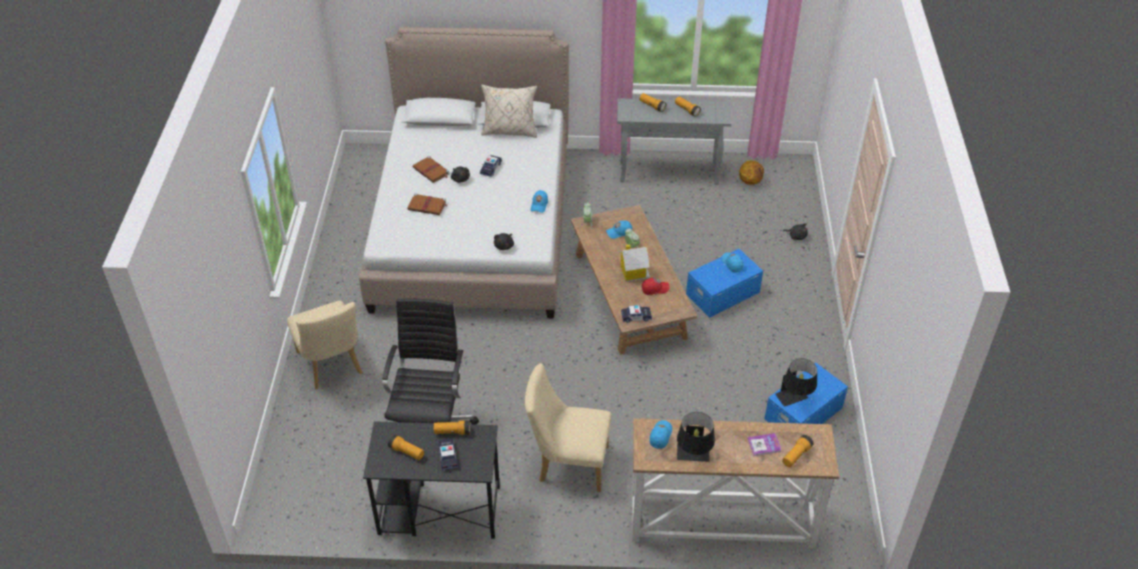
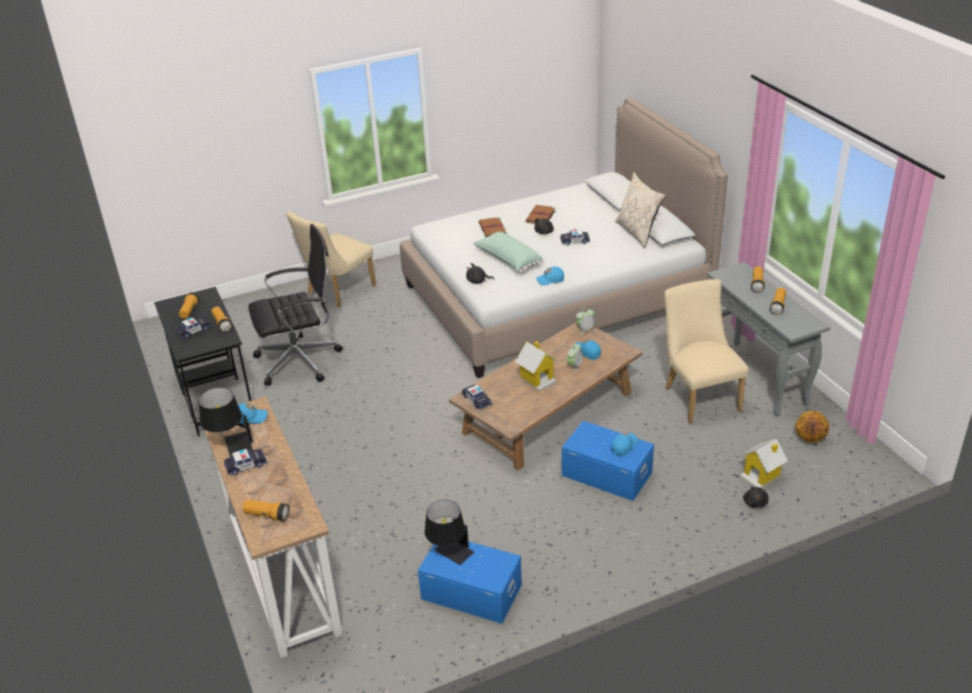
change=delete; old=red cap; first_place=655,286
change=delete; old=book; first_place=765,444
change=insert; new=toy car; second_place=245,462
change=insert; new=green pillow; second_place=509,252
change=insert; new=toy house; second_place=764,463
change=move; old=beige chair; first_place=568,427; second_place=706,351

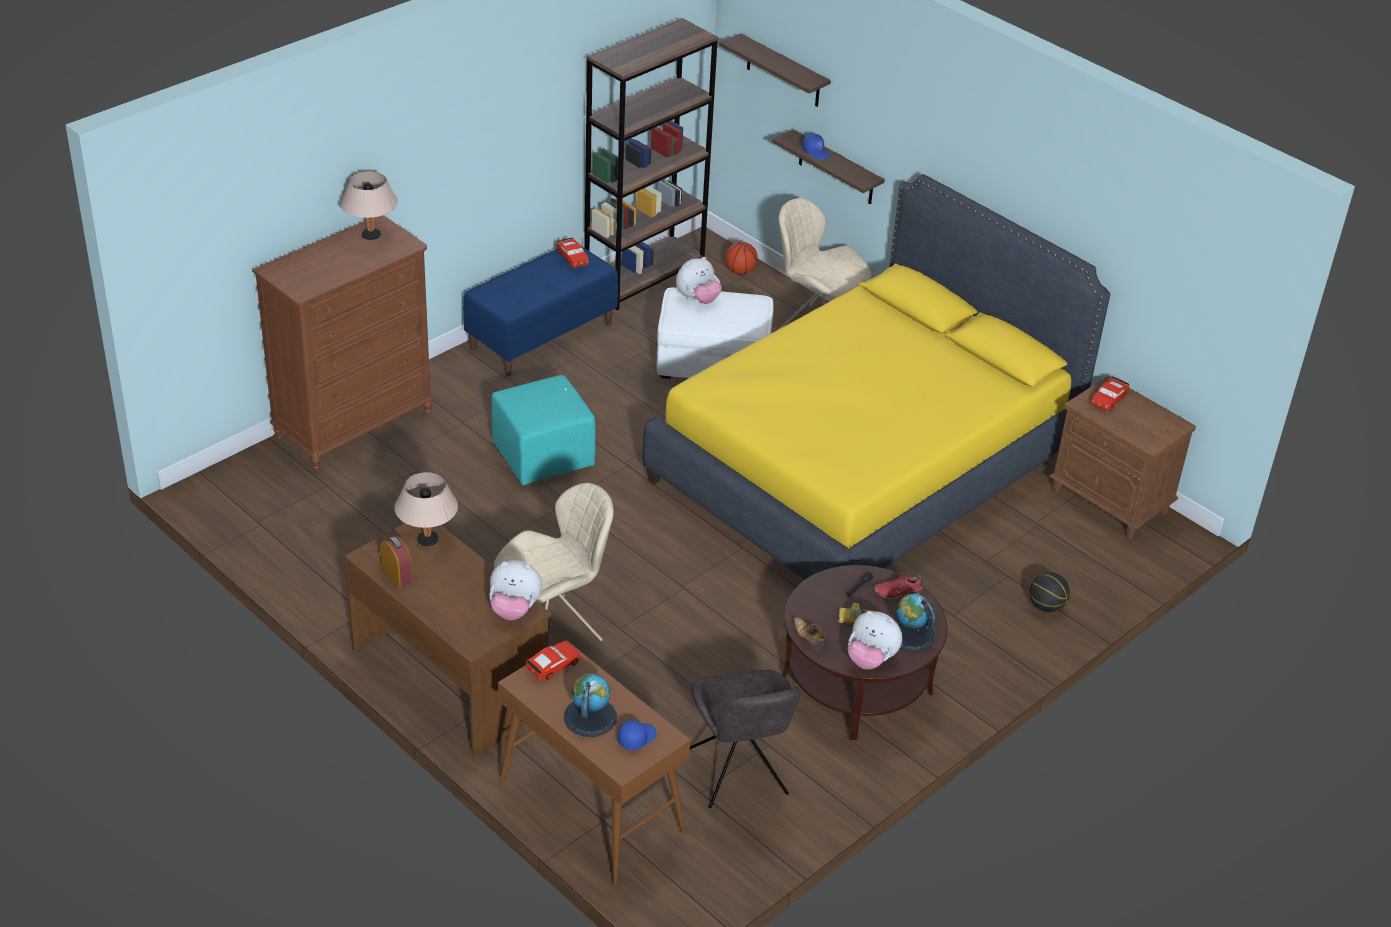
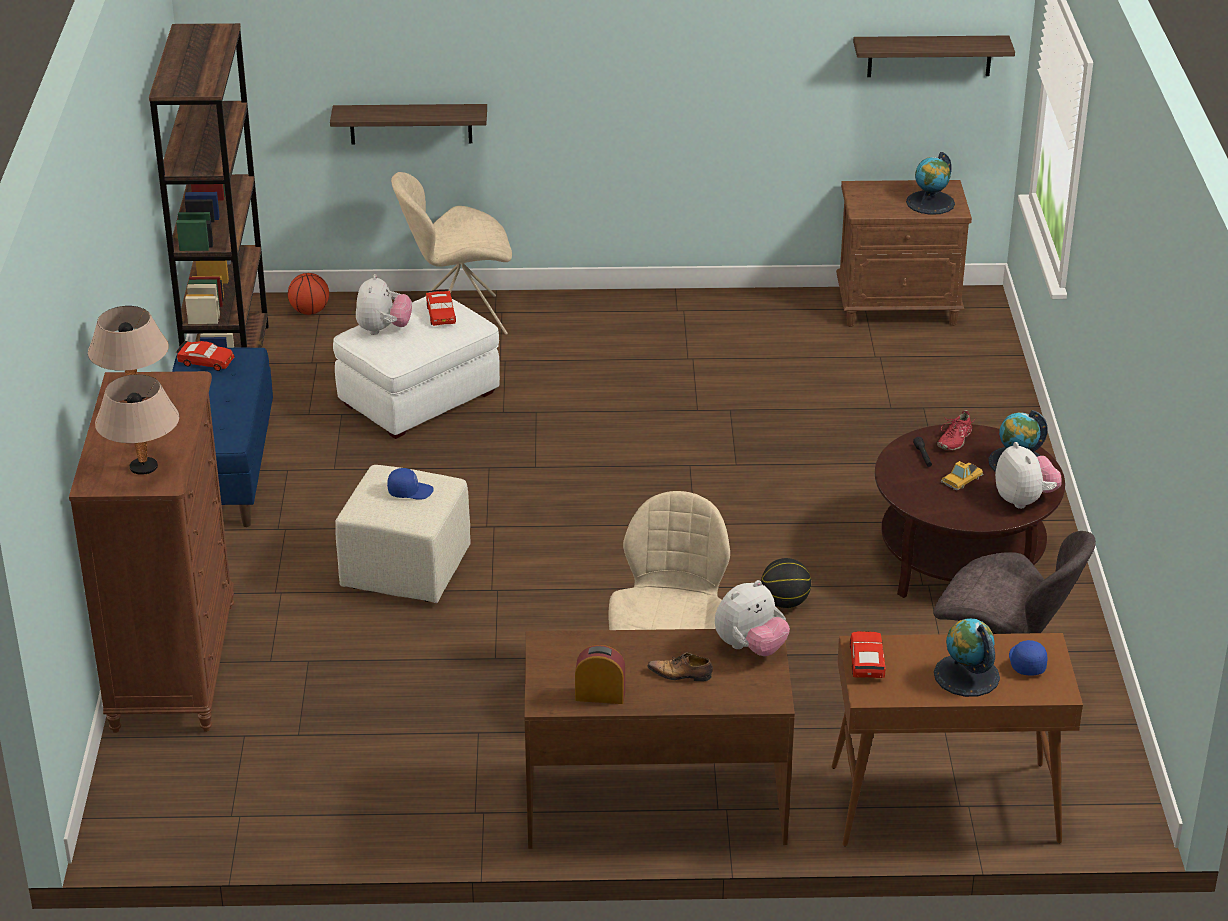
change=delete; old=yellow bed; first_place=876,377
change=insert; new=globe; second_place=930,183
change=move; old=beige table lamp; first_place=426,509; second_place=137,424
change=move; old=shelf; first_place=775,70; second_place=934,56
change=move; old=shoe; first_place=809,634; second_place=680,667
change=move; old=blue cap; first_place=816,147; second_place=410,484
change=move; old=basketball; first_place=1049,592; second_place=786,583
change=move; old=red toy car; first_place=1110,394; second_place=441,307
change=recolor; old=turquoise ottoman; new=beige ottoman; first_place=543,430; second_place=403,534
change=rotate; old=plush toy; first_place=875,640; second_place=1028,475; degrees=-90

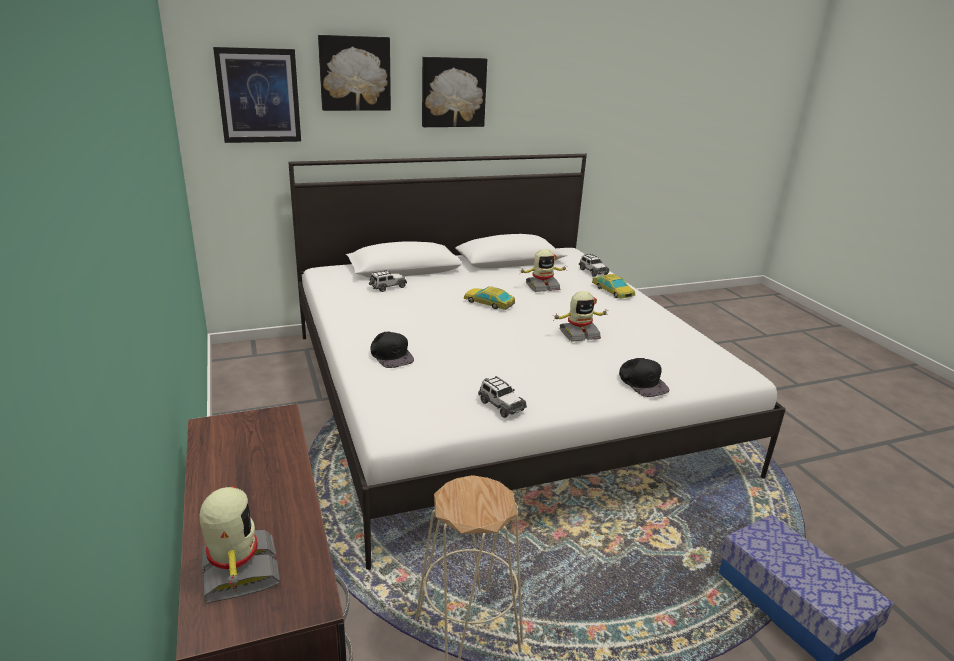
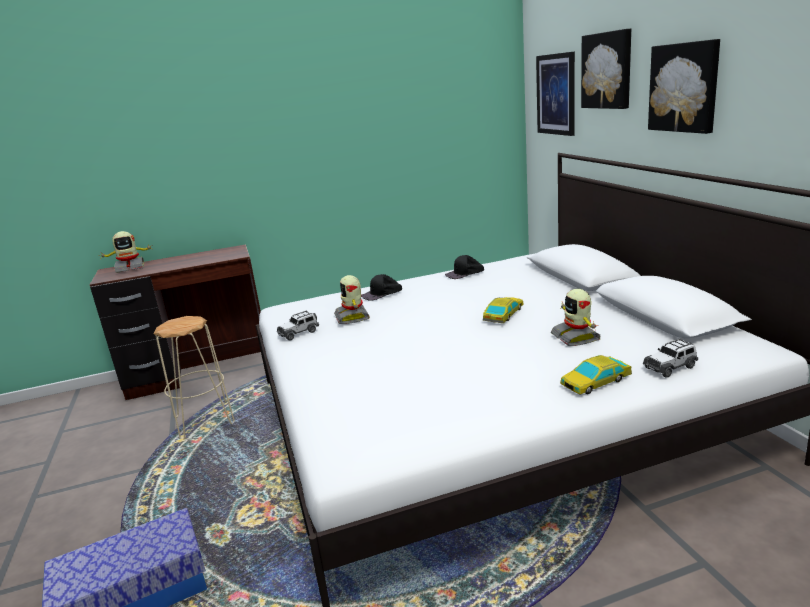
change=delete; old=toy car; first_place=388,281
change=move; old=toy robot; first_place=581,316; second_place=352,299
change=move; old=black cap; first_place=644,377; second_place=464,267

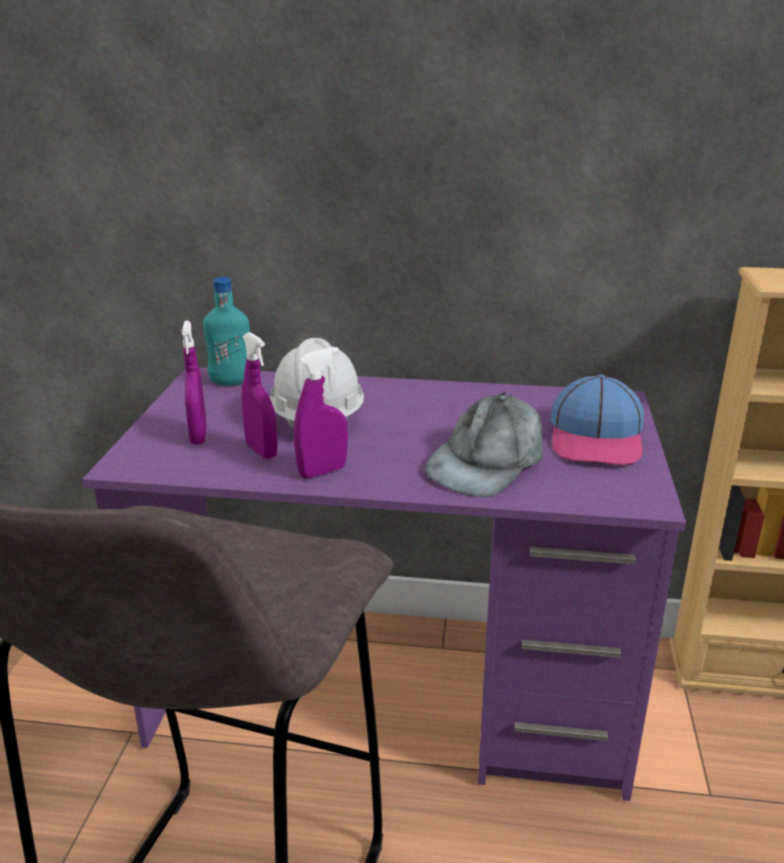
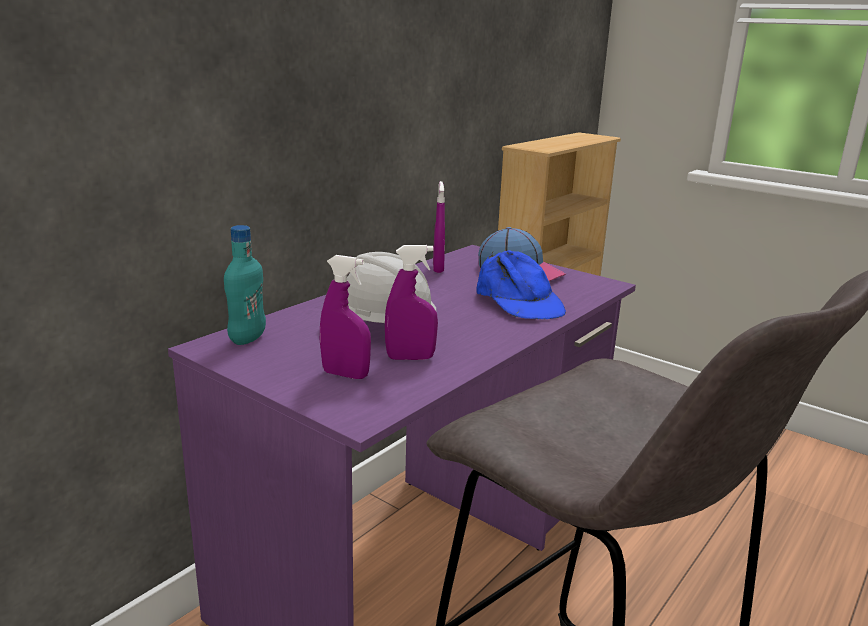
change=move; old=purple spray bottle; first_place=321,412; second_place=439,227
change=recolor; old=grey cap; new=blue cap; first_place=484,444; second_place=521,284

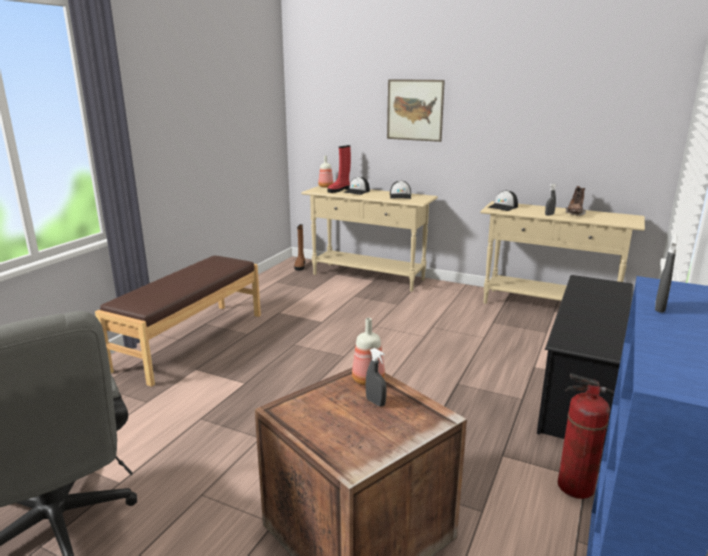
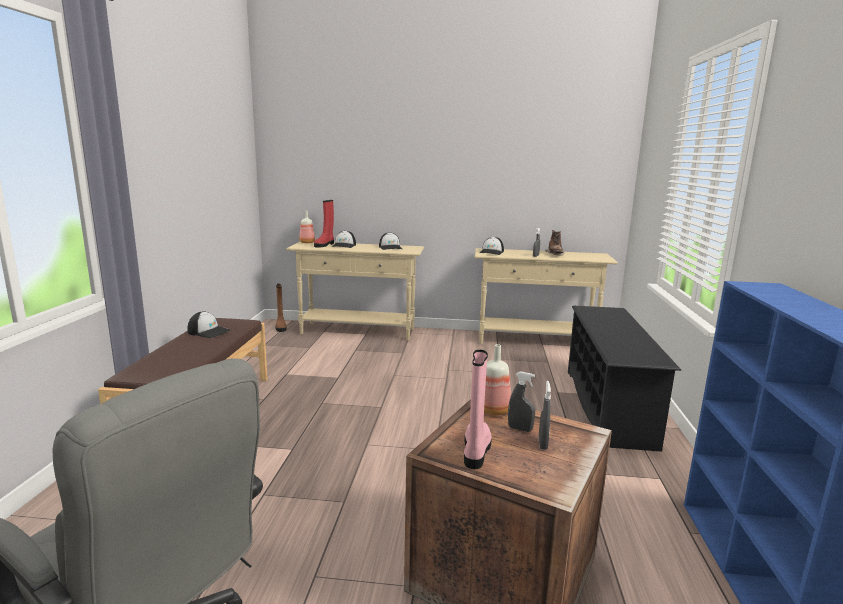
change=delete; old=picture; first_place=416,110
change=delete; old=fire extinguisher; first_place=586,436
change=insert; new=cap; second_place=208,324
change=insert; new=pink boot; second_place=478,409
change=move; old=grey spray bottle; first_place=666,273; second_place=545,415

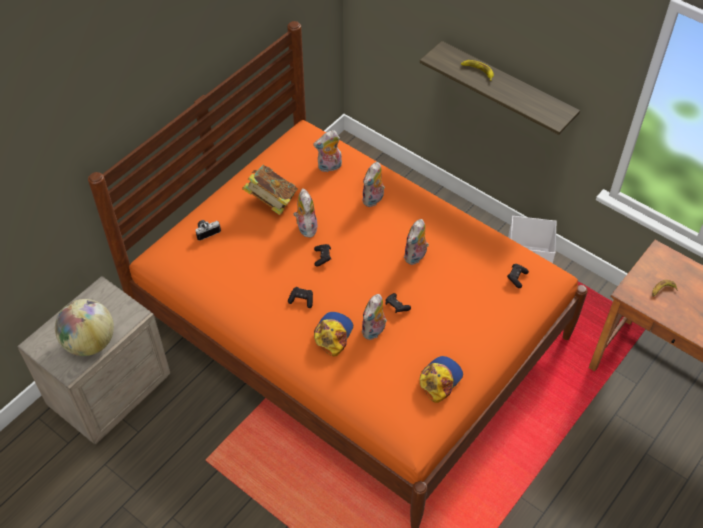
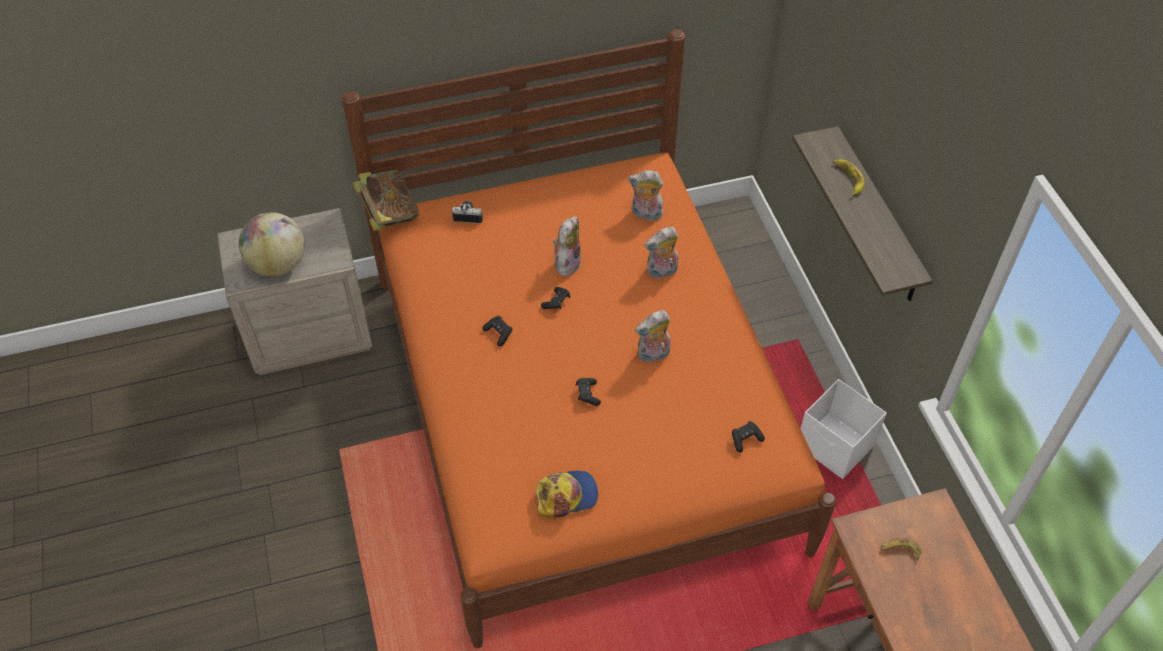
change=delete; old=cap; first_place=333,334
change=delete; old=plush toy; first_place=374,317
change=move; old=book; first_place=270,190; second_place=385,200

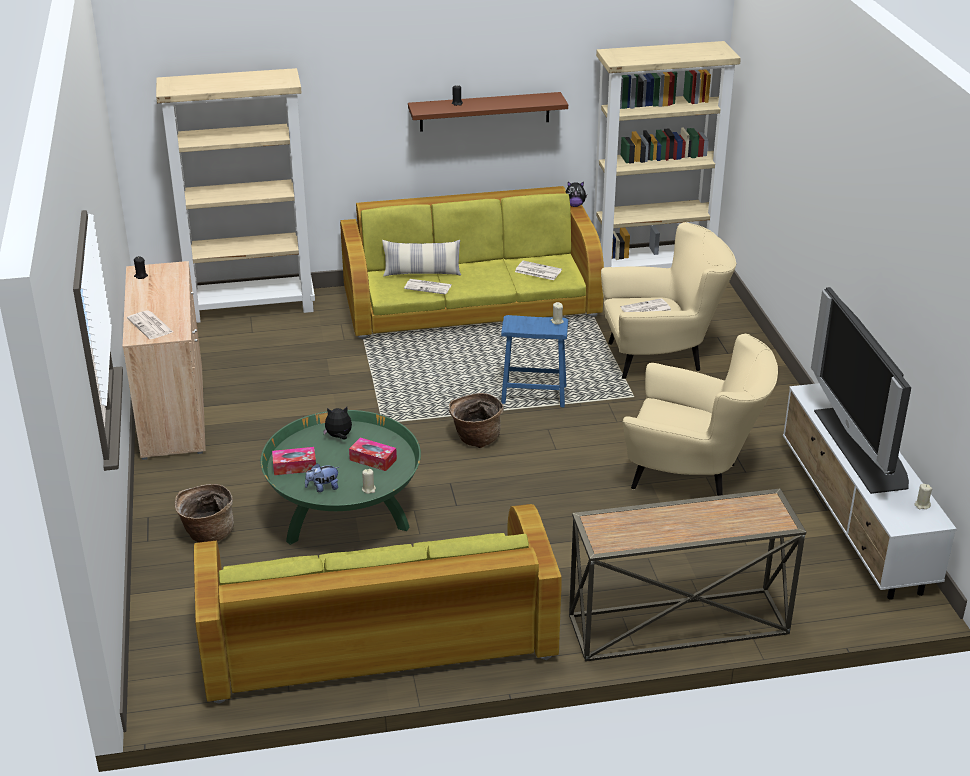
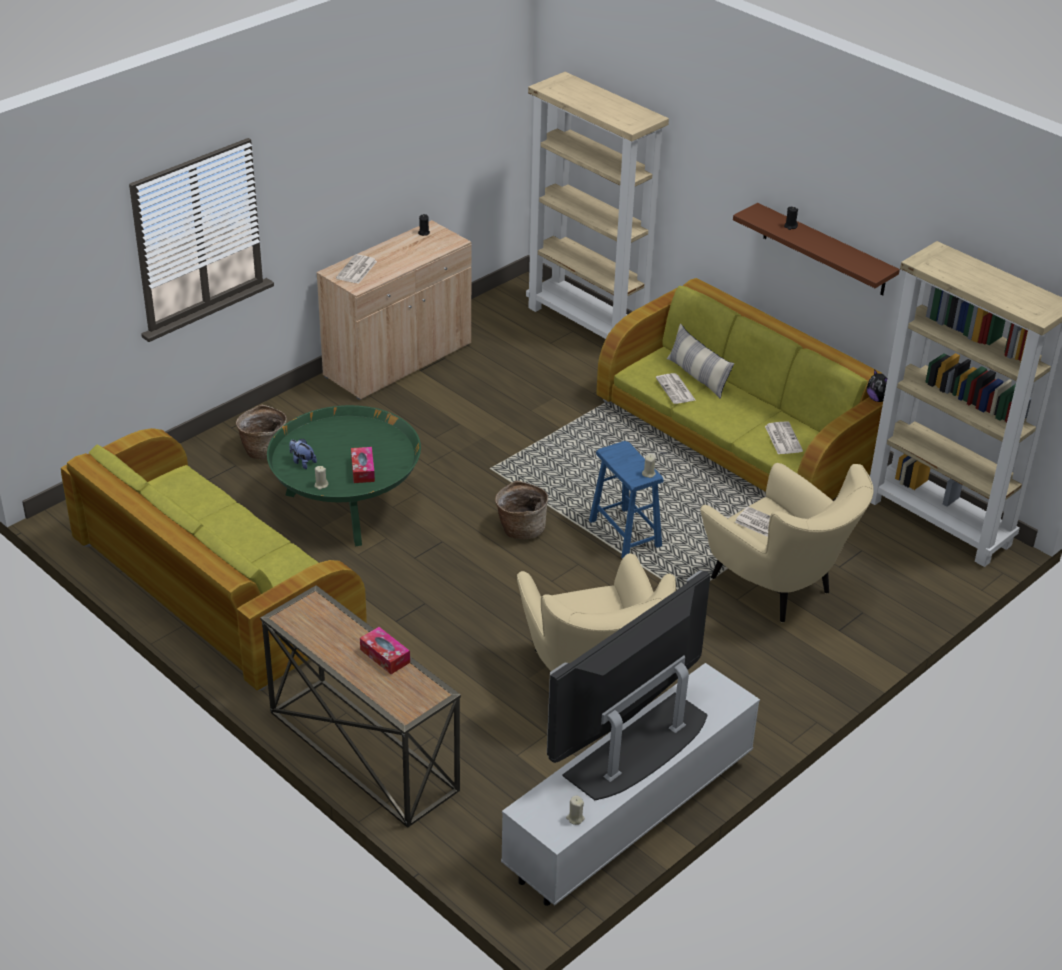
change=delete; old=plush toy; first_place=337,423
change=move; old=tissue box; first_place=294,461; second_place=385,650

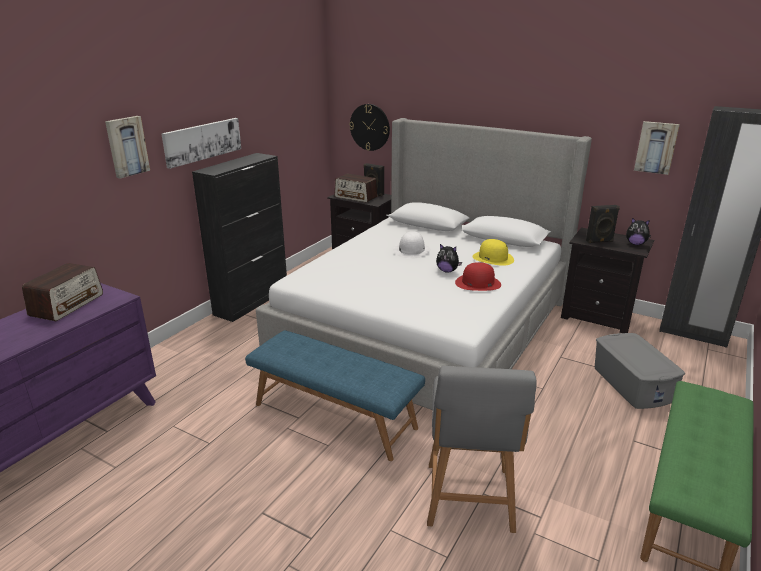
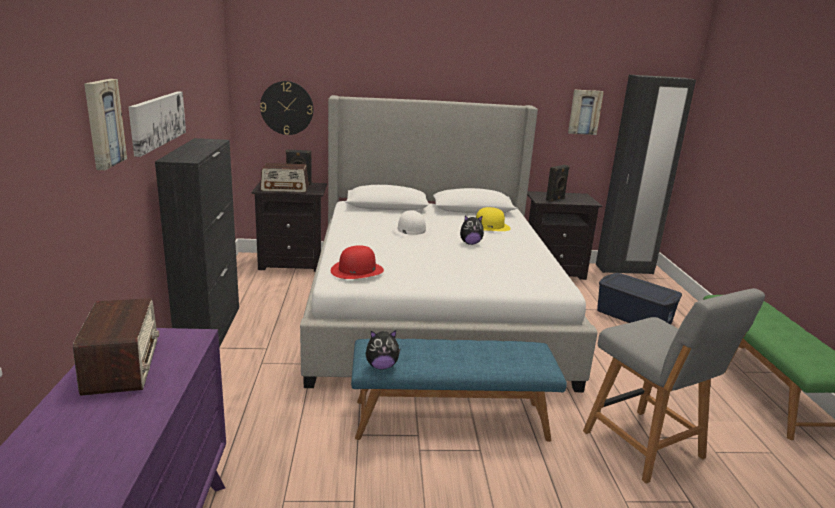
change=move; old=red hat; first_place=478,276; second_place=357,262
change=move; old=plush toy; first_place=638,231; second_place=383,350
change=recolor; old=grey storage box; new=blue storage box; first_place=640,371; second_place=639,298

